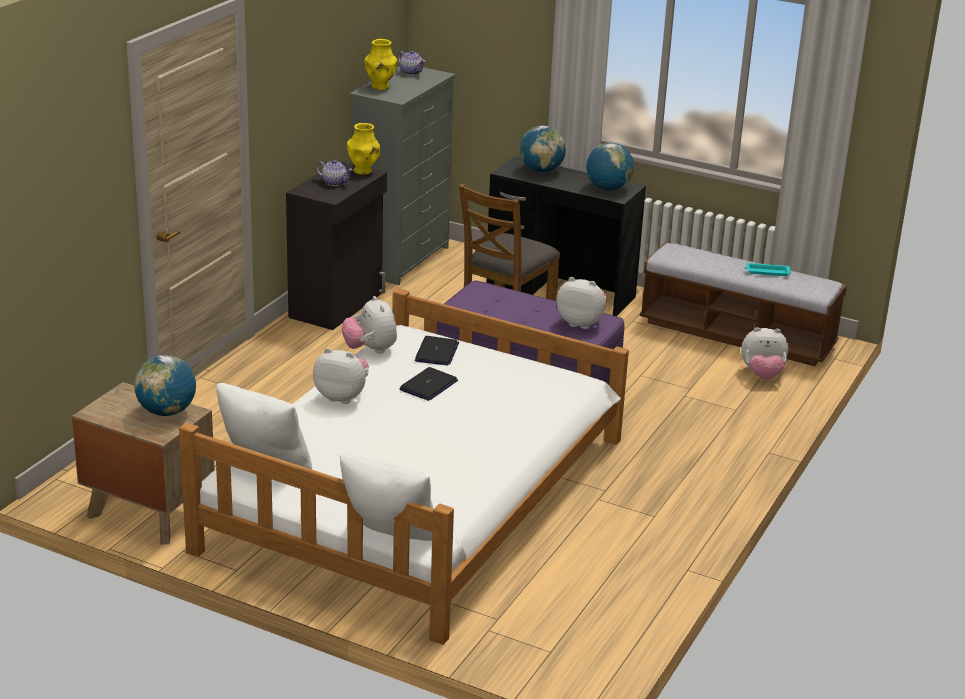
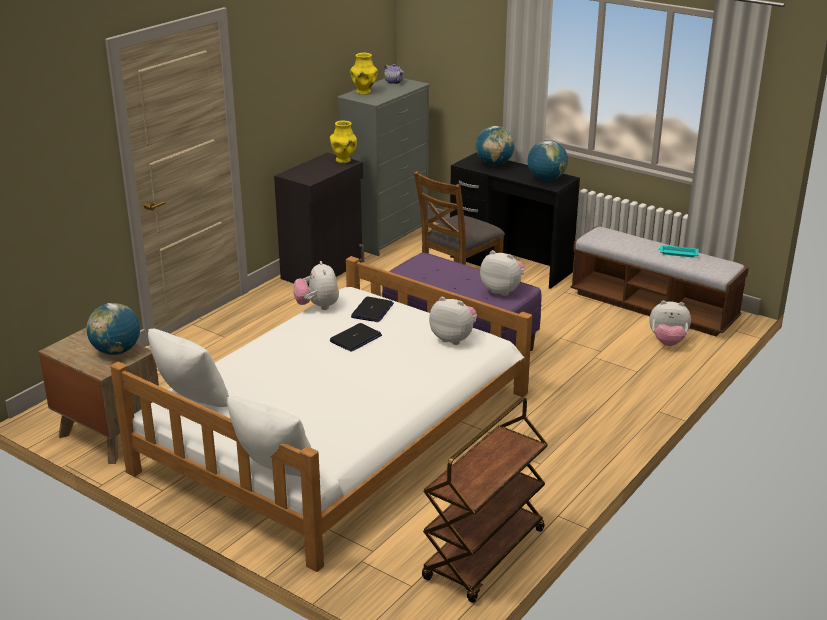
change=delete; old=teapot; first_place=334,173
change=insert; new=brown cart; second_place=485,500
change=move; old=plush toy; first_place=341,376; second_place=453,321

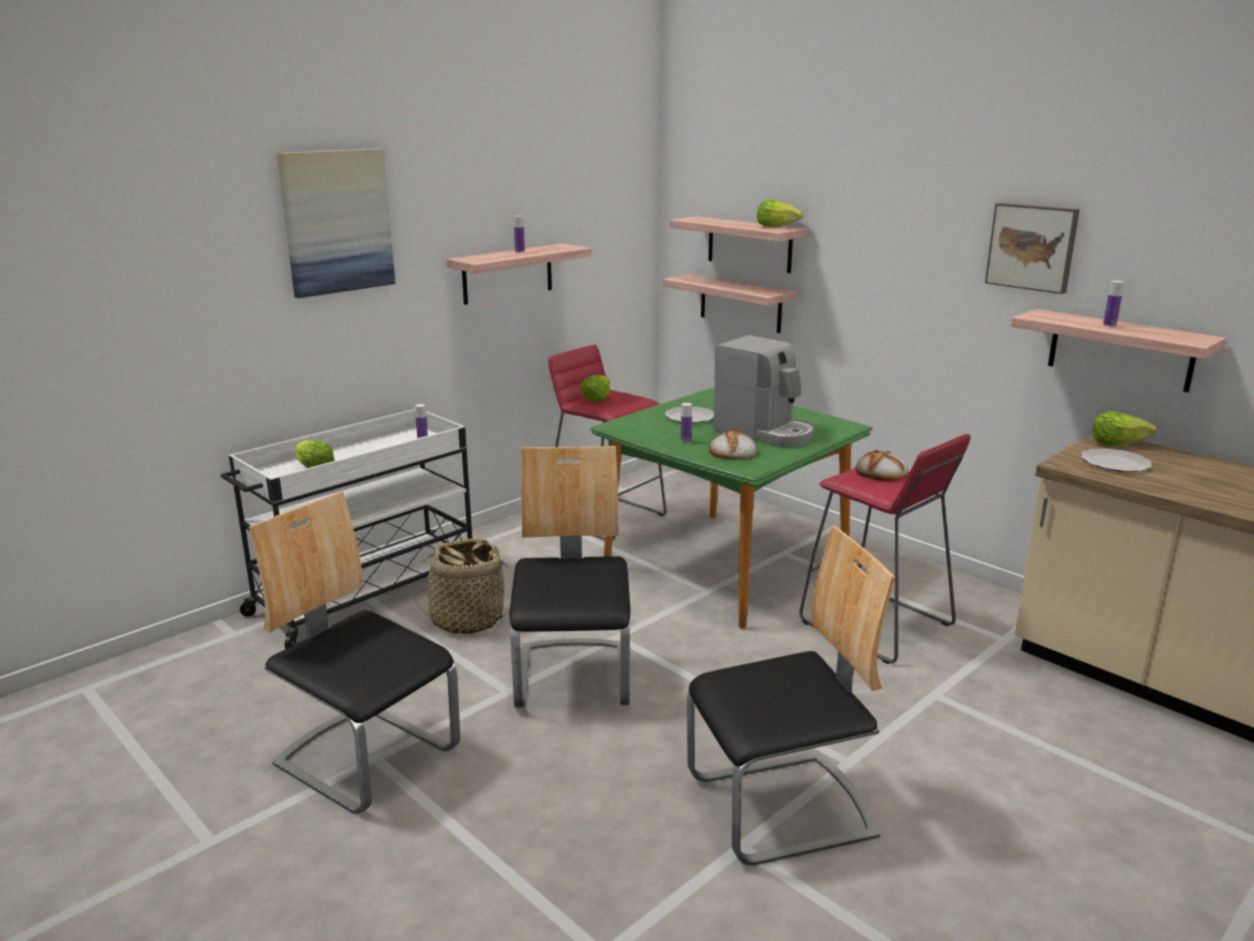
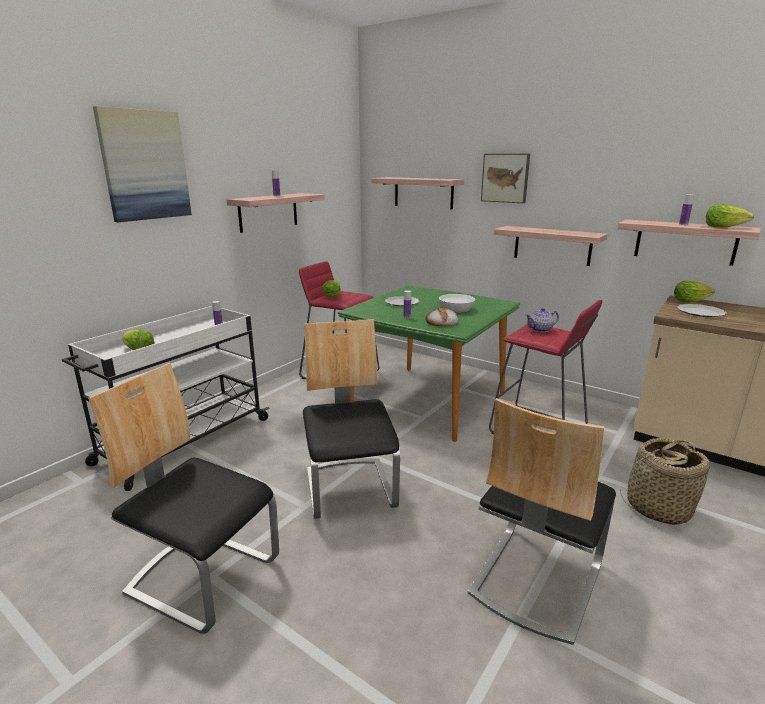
change=move; old=basket; first_place=461,586; second_place=665,481
change=move; old=shelf; first_place=729,303; second_place=551,246
change=move; old=lettuce; first_place=780,213; second_place=730,216
change=move; old=picture; first_place=1032,248; second_place=505,178
change=replace; old=coffee machine; new=white bowl; first_place=763,391; second_place=457,303
change=replace; old=bread; new=teapot; first_place=881,465; second_place=542,320
change=rotate; old=chair; first_place=791,696; second_place=542,521; degrees=150

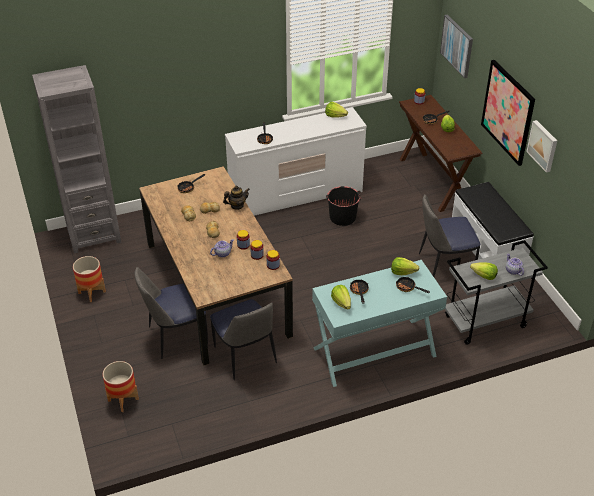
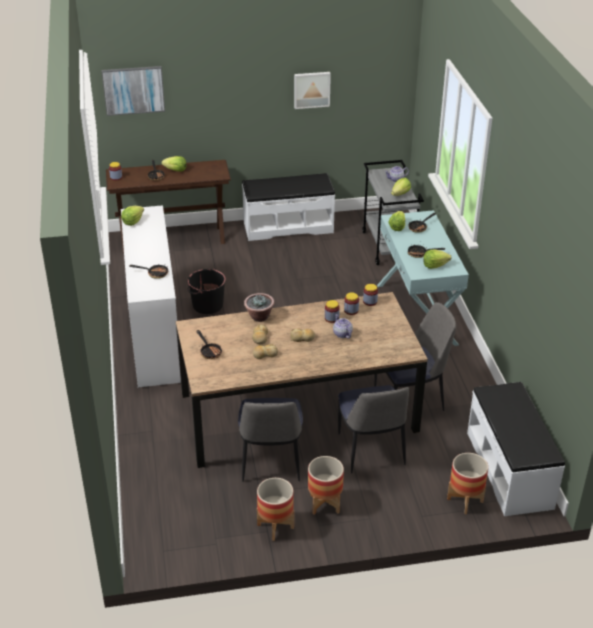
change=delete; old=grey bookcase; first_place=76,159
change=delete; old=picture; first_place=508,113
change=insert; new=planter; second_place=326,485
change=insert; new=white bench; second_place=516,449
change=move; old=chair; first_place=450,235; second_place=270,440
change=replace; old=teapot; new=potted plant; first_place=236,197; second_place=259,307

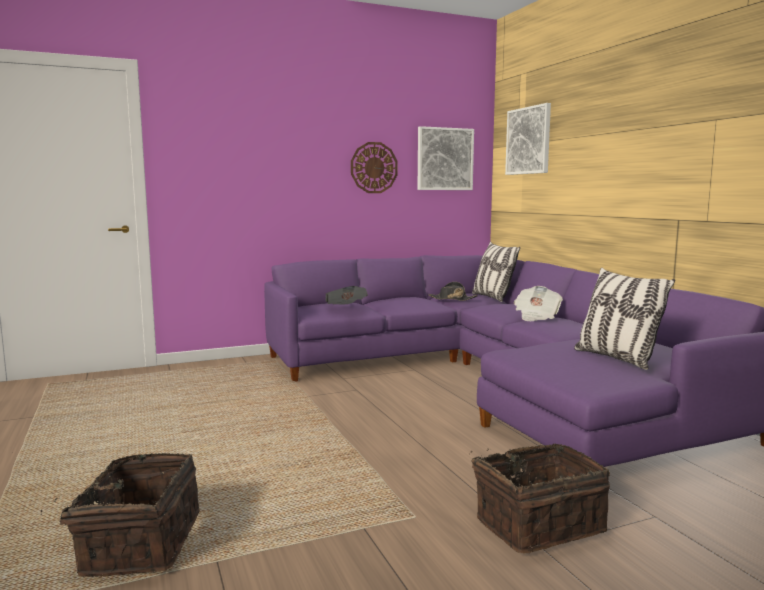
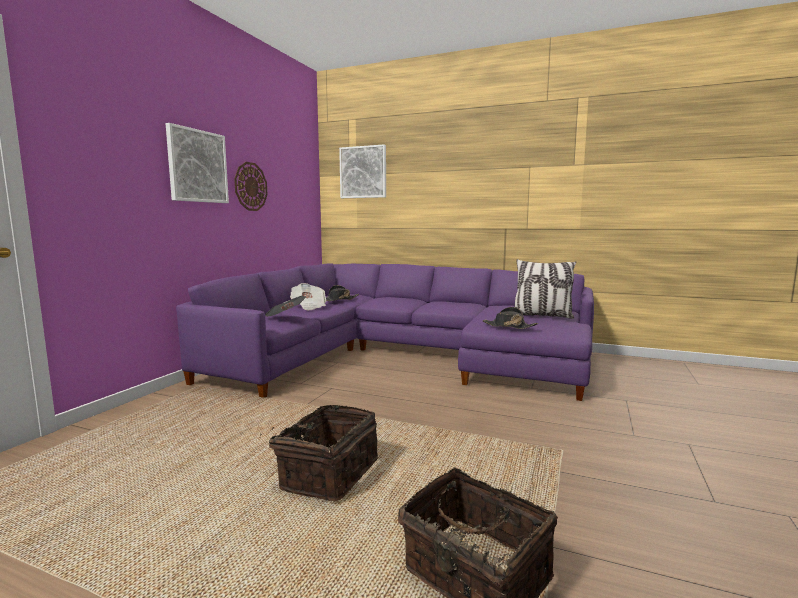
change=delete; old=pillow; first_place=496,272
change=insert; new=black hat; second_place=510,318
change=move; old=picture; first_place=446,158; second_place=197,163
change=move; old=basket; first_place=540,499; second_place=319,453
change=move; old=newspaper; first_place=538,303; second_place=308,296

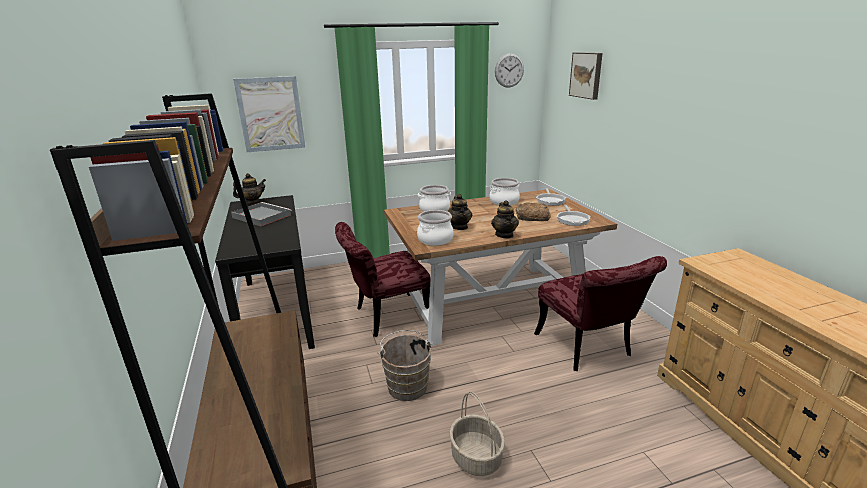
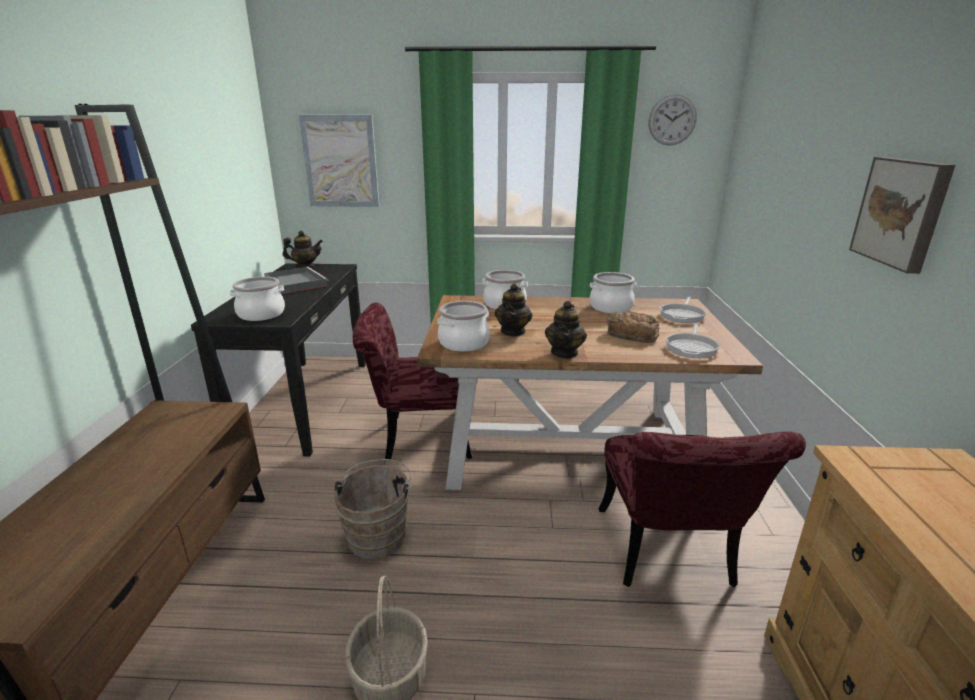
change=insert; new=cooking pot; second_place=257,299
change=move; old=picture; first_place=586,76; second_place=902,215

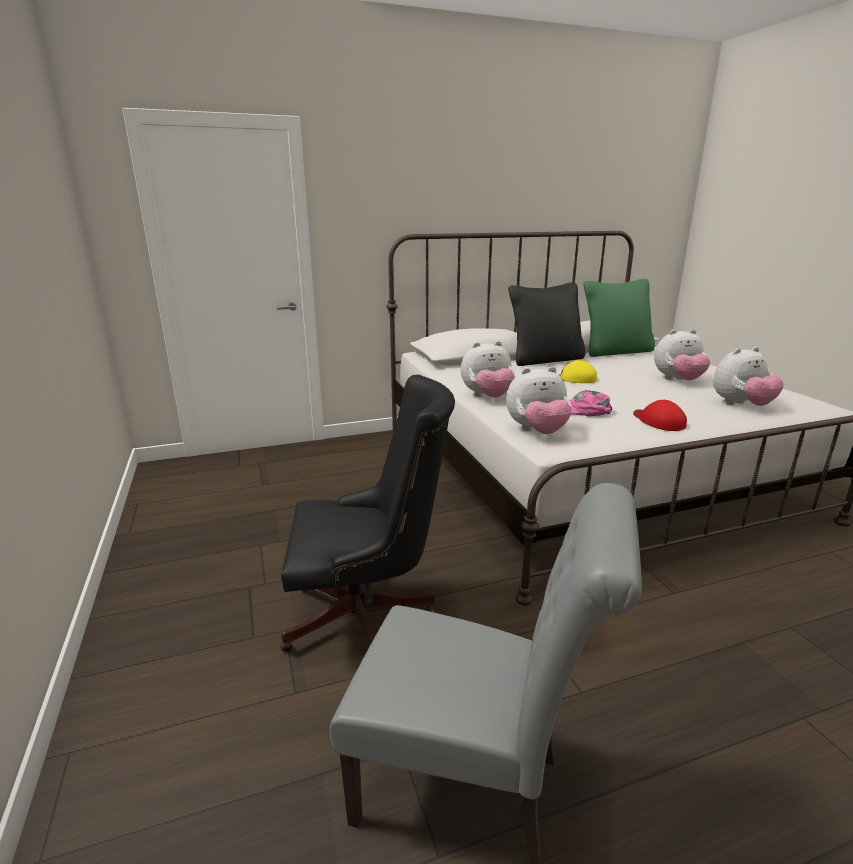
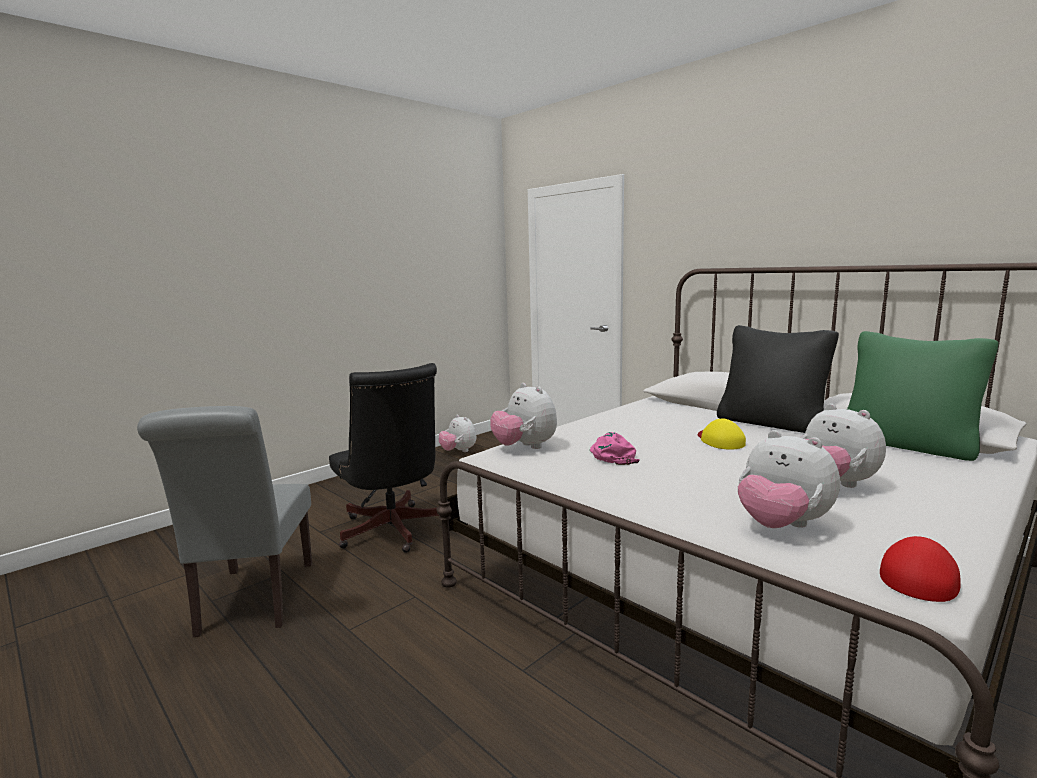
change=move; old=plush toy; first_place=488,369; second_place=457,433
change=move; old=red cap; first_place=660,415; second_place=920,569

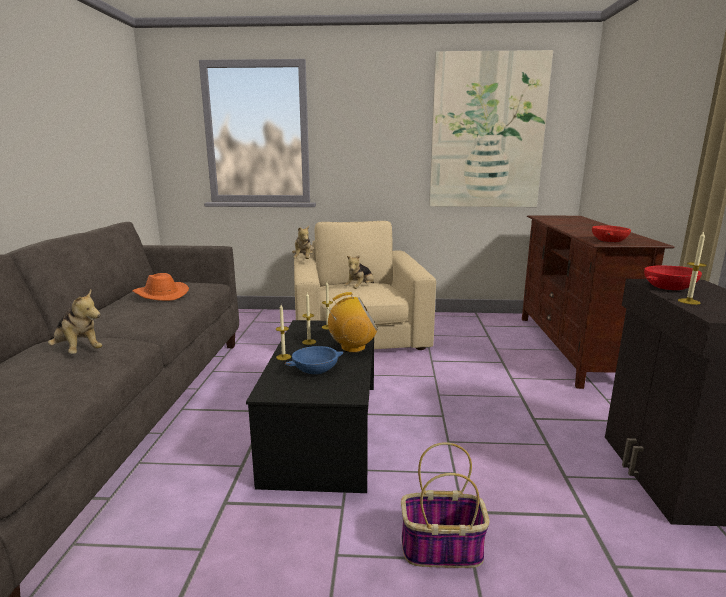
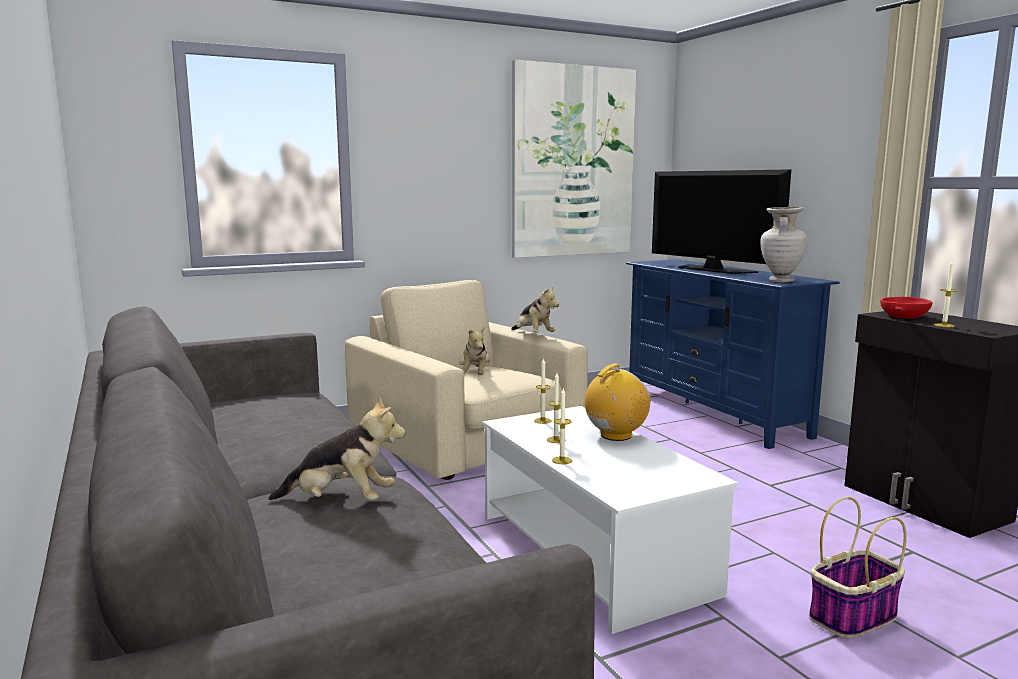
change=delete; old=orange hat; first_place=160,287
change=delete; old=blue bowl; first_place=314,360
change=insert; new=television; second_place=721,221
change=move; old=plush toy; first_place=302,242; second_place=535,310
change=replace; old=red bowl; new=beige vase; first_place=611,233; second_place=783,244
change=recolor; old=black coffee table; new=white coffee table; first_place=310,406; second_place=610,520
change=recolor; old=brown tv stand; new=blue tv stand; first_place=598,302; second_place=733,354

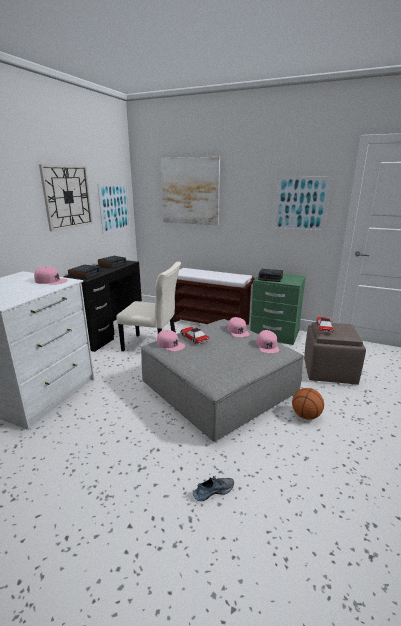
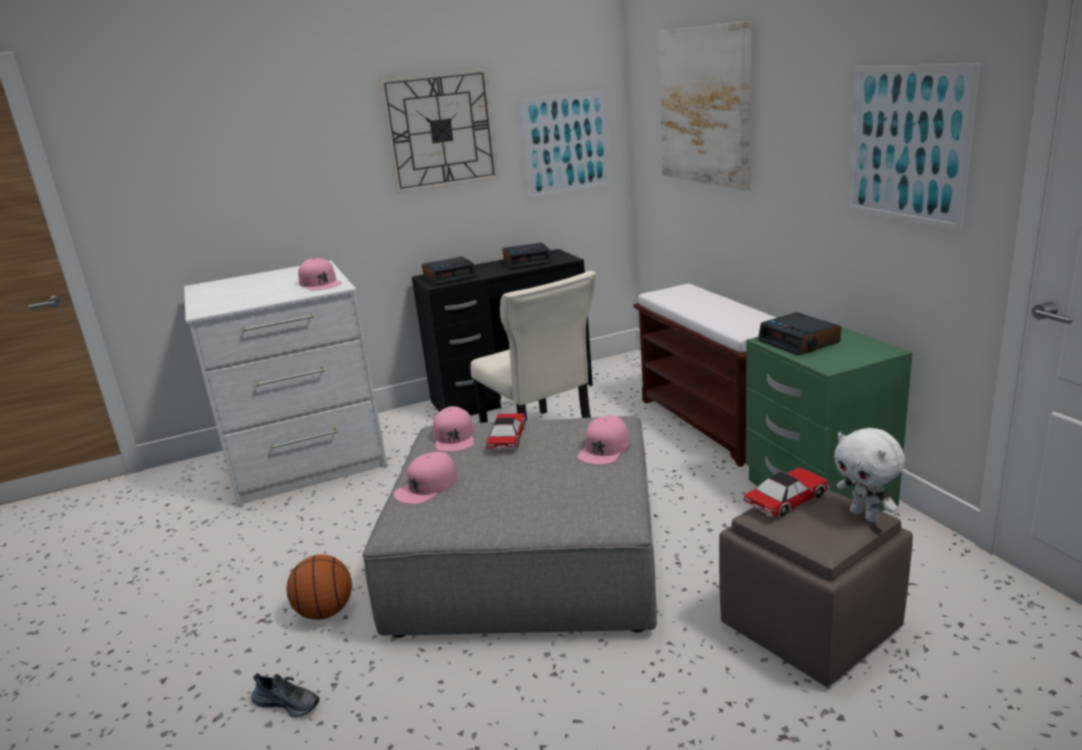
change=insert; new=white plush toy; second_place=869,475
change=move; old=pink cap; first_place=268,341; second_place=425,478
change=move; old=basketball; first_place=308,404; second_place=319,587

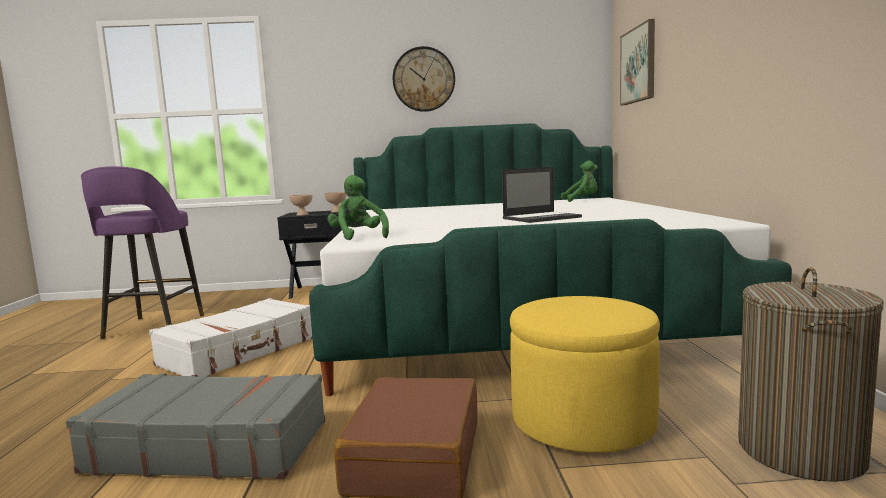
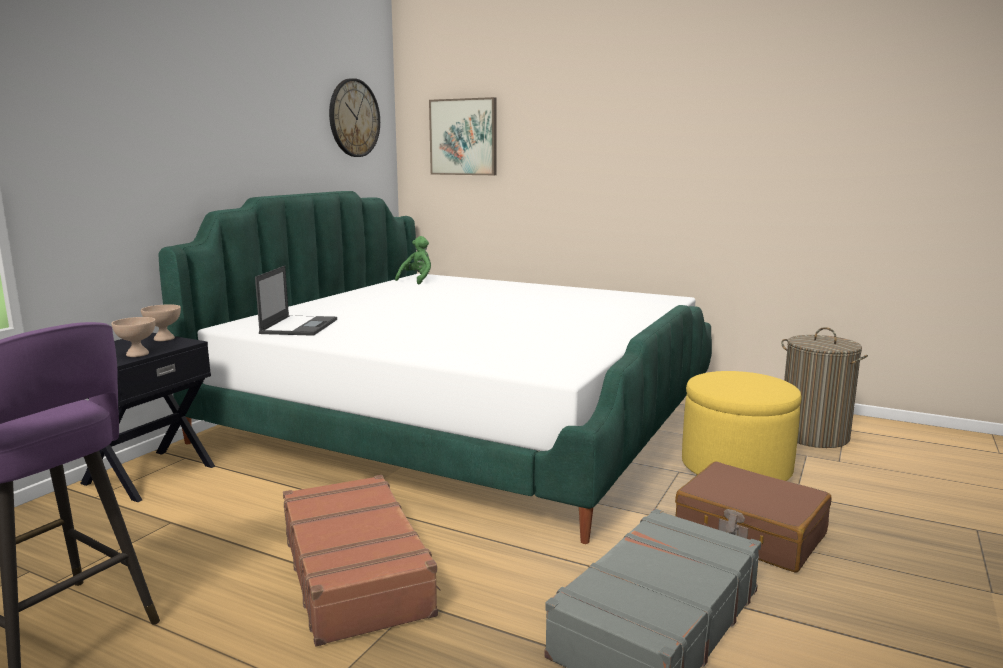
change=delete; old=green plush toy; first_place=358,207
change=move; old=wall clock; first_place=423,79; second_place=354,117
change=move; old=laptop; first_place=542,195; second_place=296,301
change=recolor; old=white suitcase; new=brown suitcase; first_place=230,337; second_place=361,561

